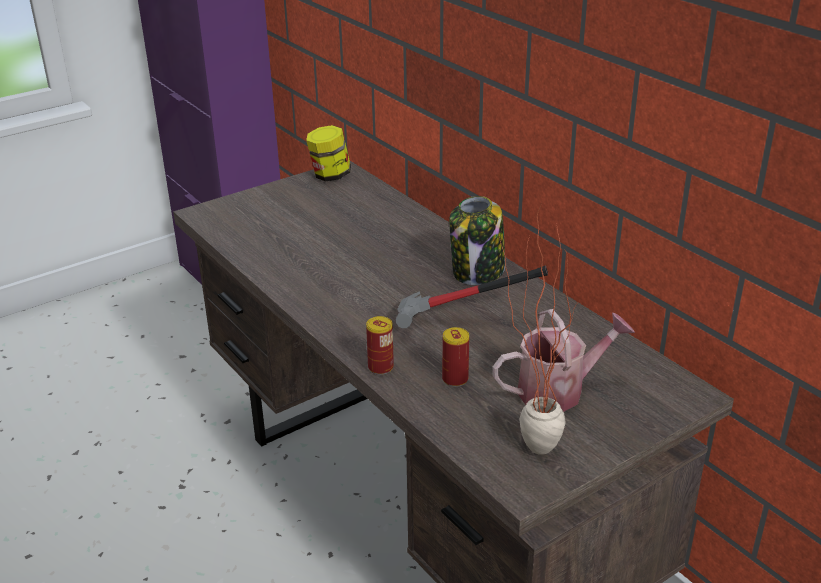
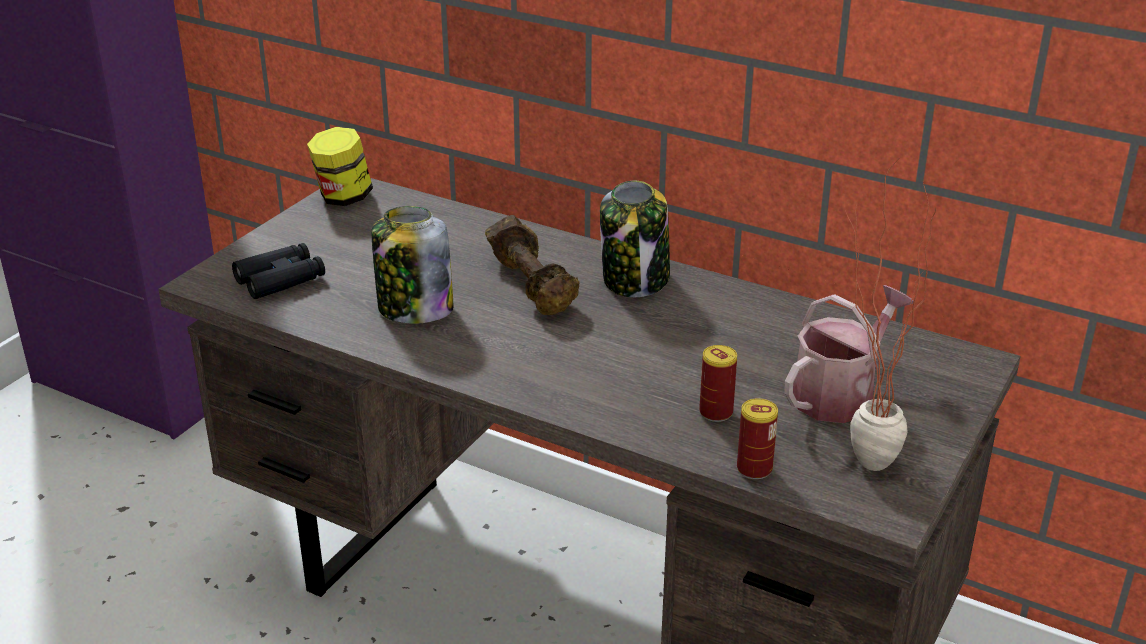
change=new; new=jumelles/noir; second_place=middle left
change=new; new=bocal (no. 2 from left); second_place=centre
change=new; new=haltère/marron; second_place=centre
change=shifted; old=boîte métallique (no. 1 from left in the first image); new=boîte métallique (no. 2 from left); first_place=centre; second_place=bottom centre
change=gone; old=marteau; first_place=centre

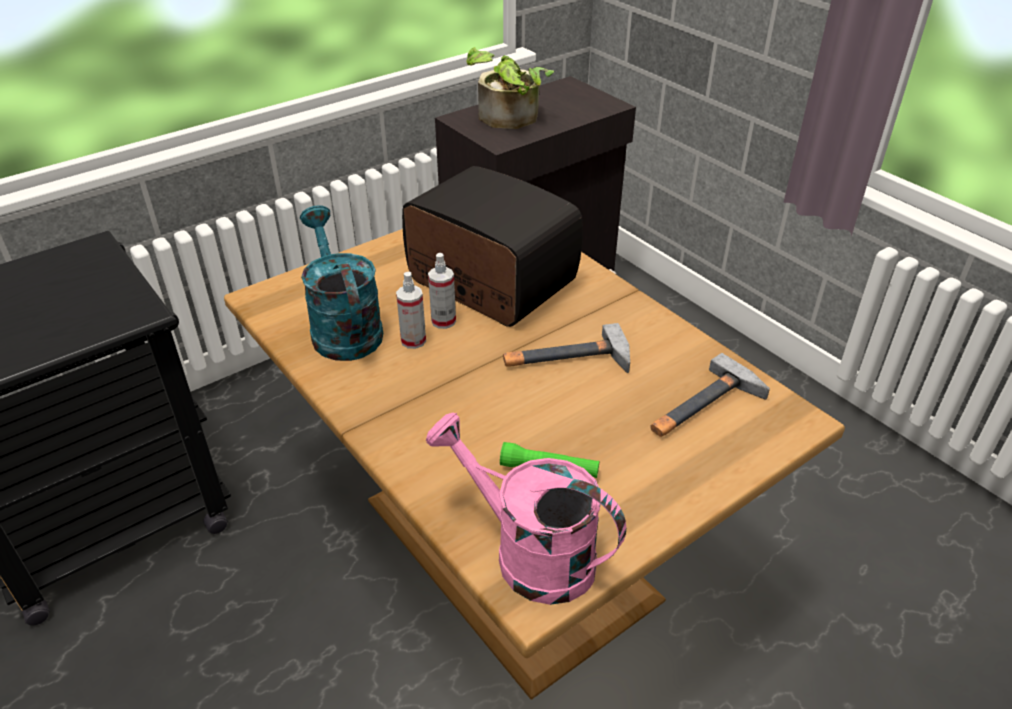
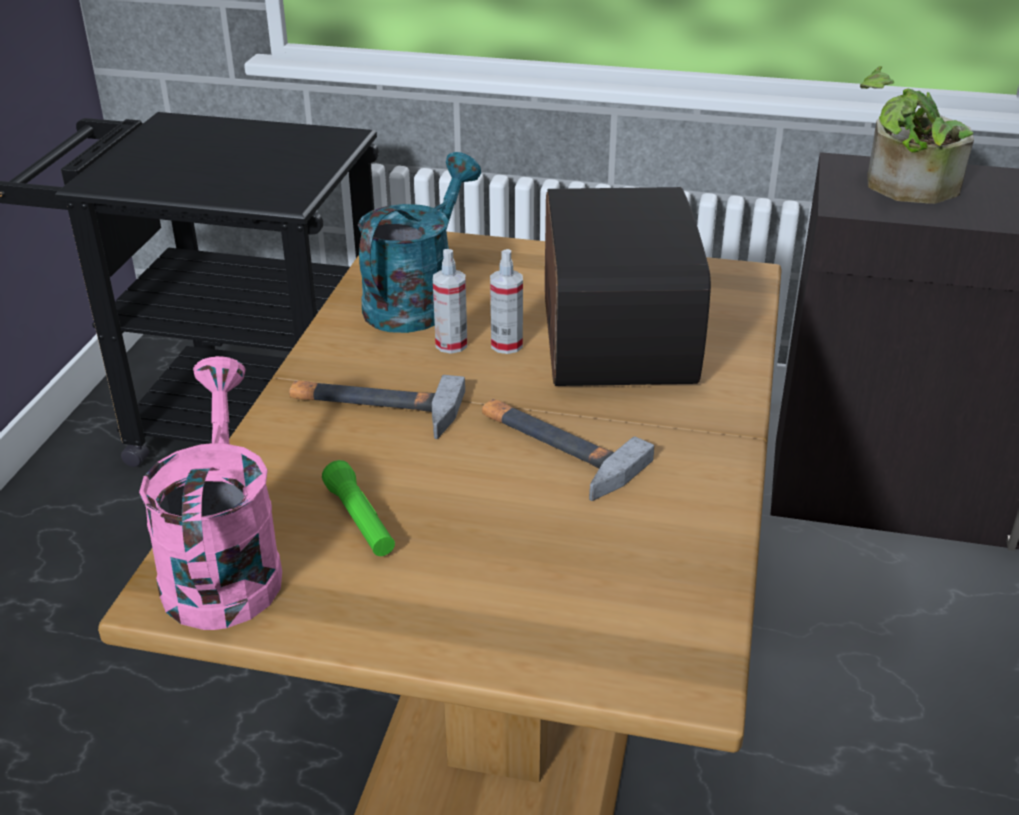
change=shifted; old=marteau (no. 2 from left in the first image); new=marteau (no. 1 from left); first_place=middle right; second_place=centre

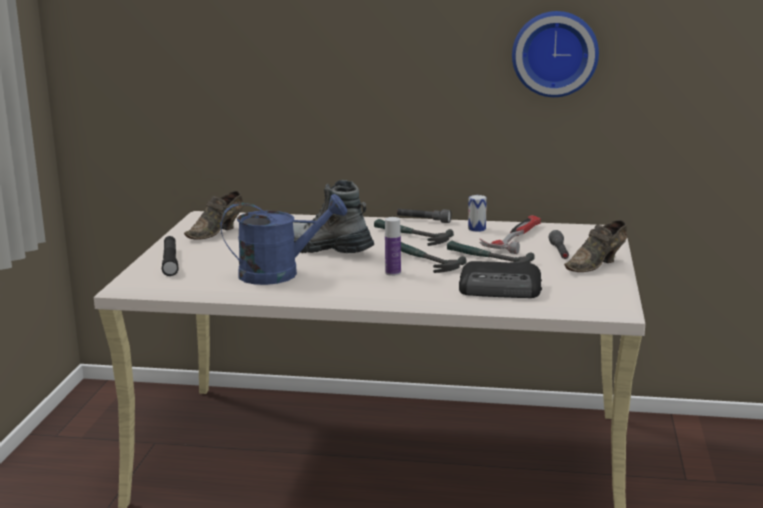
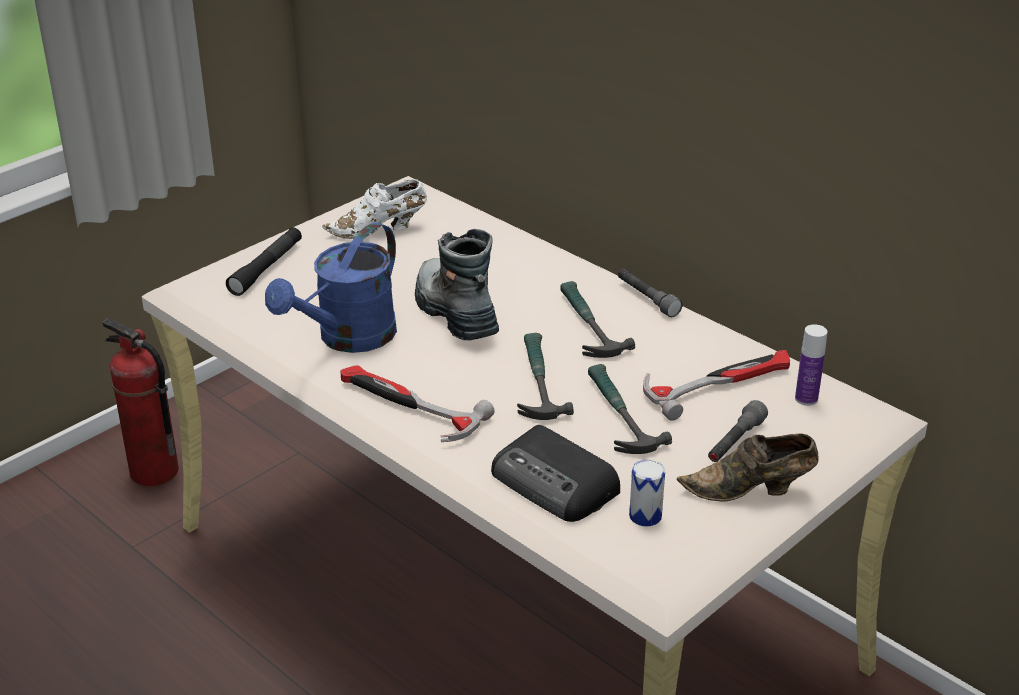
change=new; new=extincteur; second_place=middle left
change=rotated; old=arrosoir/bleu; first_place=centre; second_place=middle left; degrees=105
change=repainted; old=chaussure/marron (no. 1 from left); new=chaussure/blanc; first_place=middle left; second_place=top centre
change=new; new=marteau (no. 1 from left); second_place=centre
change=shifted; old=boîte métallique; first_place=centre; second_place=bottom centre
change=shifted; old=bouteille; first_place=centre; second_place=middle right
change=gone; old=horloge murale; first_place=top right

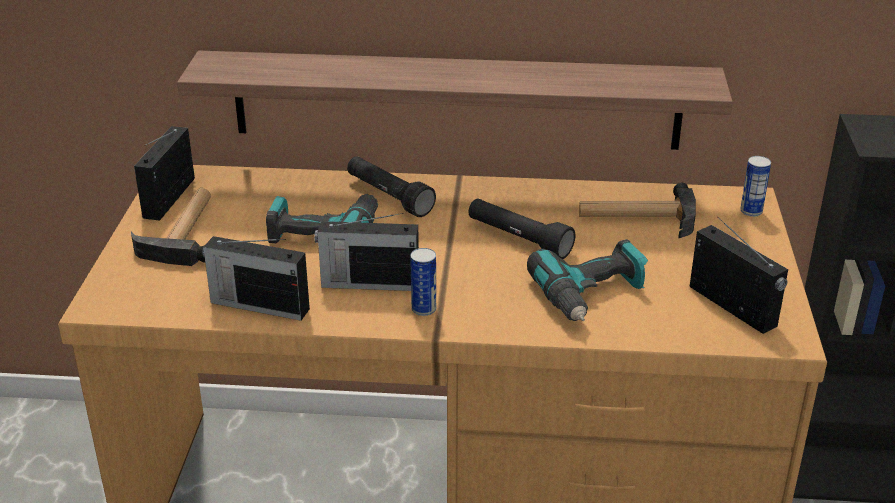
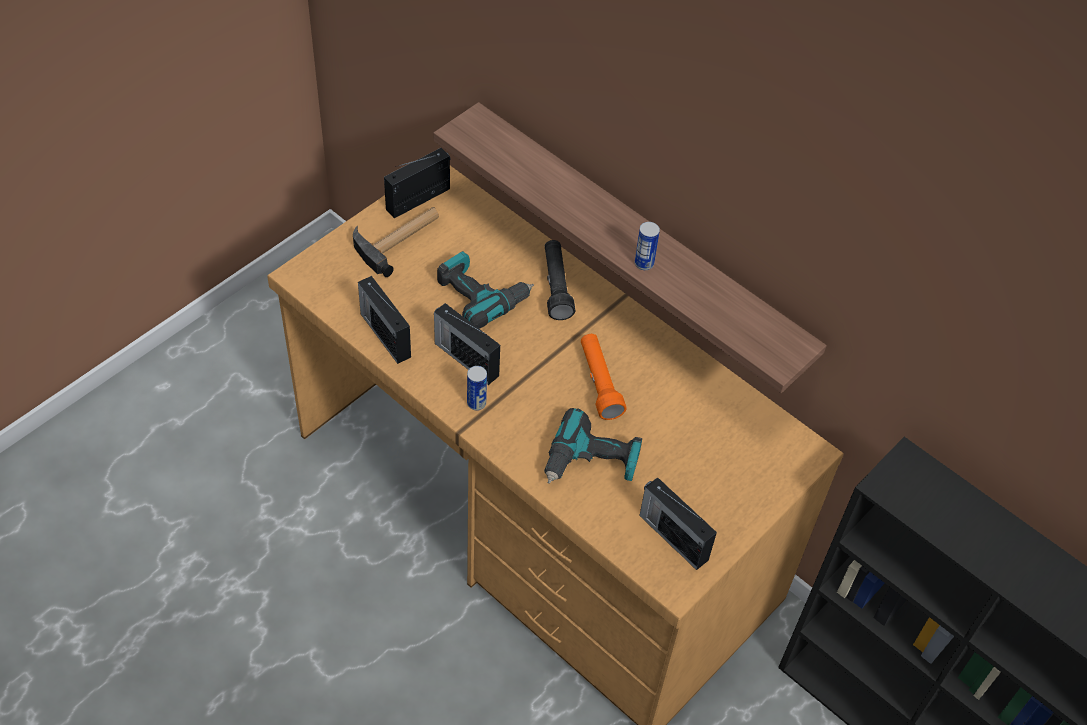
change=repainted; old=lampe de poche/noir (no. 2 from left); new=lampe de poche/orange; first_place=centre; second_place=centre
change=shifted; old=boîte métallique (no. 2 from left); first_place=middle right; second_place=centre
change=rotated; old=radio (no. 4 from left); first_place=middle right; second_place=bottom centre; degrees=135
change=gone; old=marteau (no. 2 from left); first_place=middle right

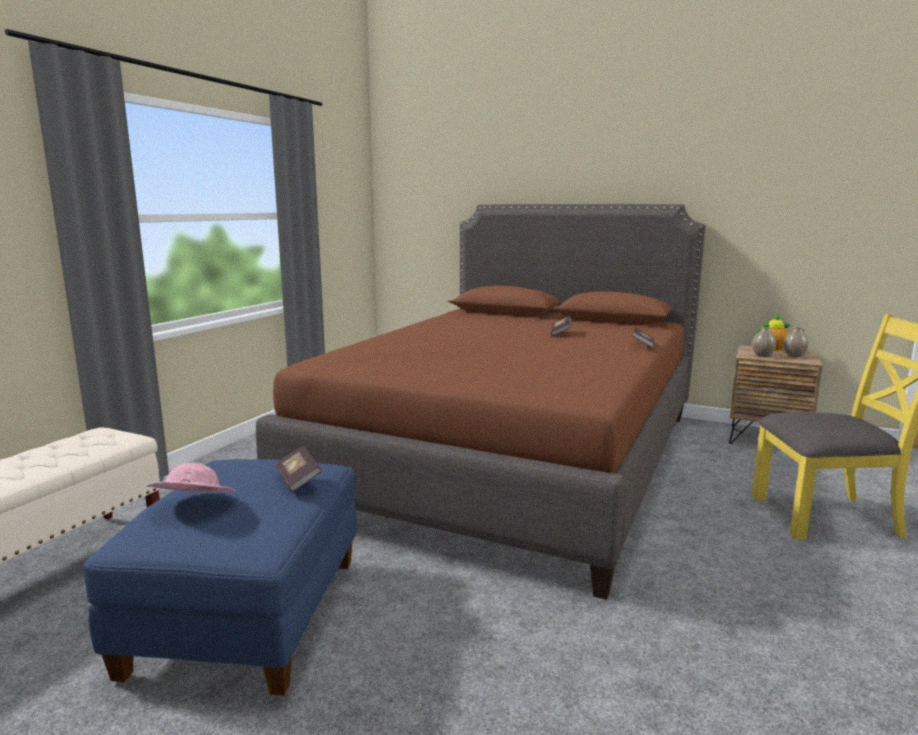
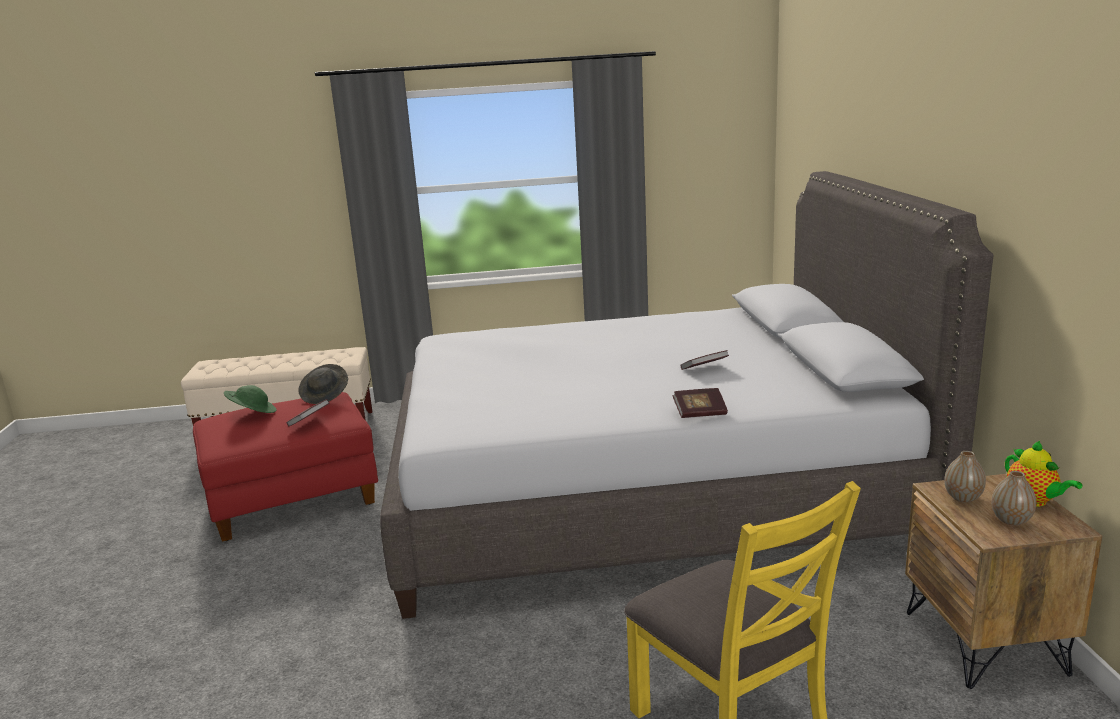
change=repainted; old=pouf/bleu; new=pouf/rouge; first_place=bottom left; second_place=middle left
change=repainted; old=chapeau/rose; new=chapeau/vert; first_place=middle left; second_place=middle left
change=new; new=chapeau/gris; second_place=middle left
change=repainted; old=lit/marron; new=lit/gris; first_place=centre; second_place=centre

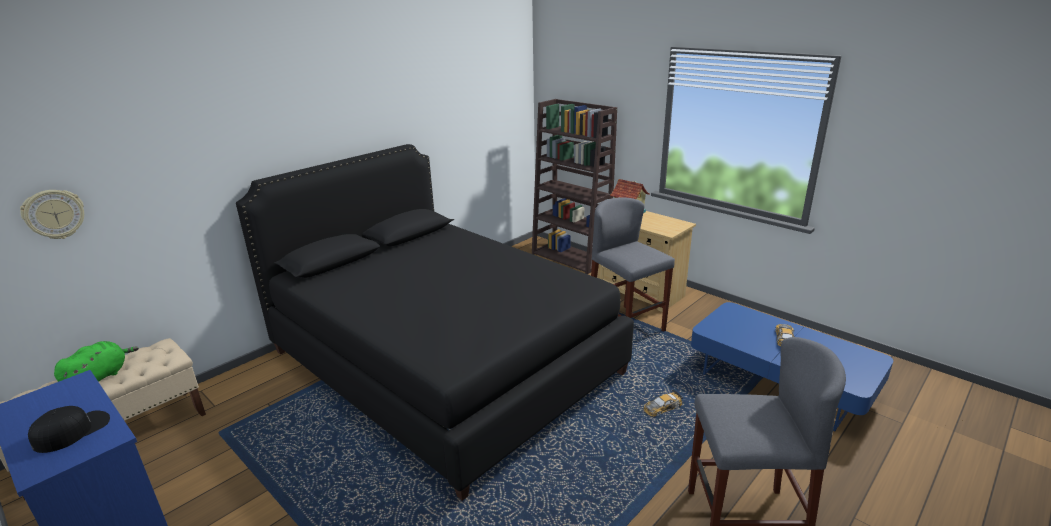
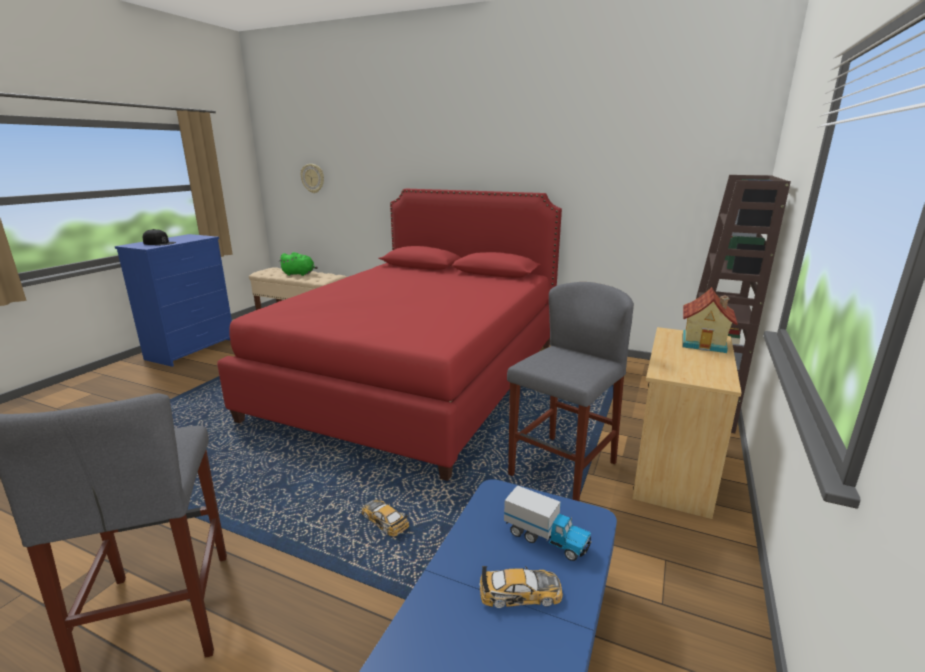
change=repainted; old=lit/noir; new=lit/rouge; first_place=centre; second_place=centre
change=new; new=camion jouet; second_place=bottom centre

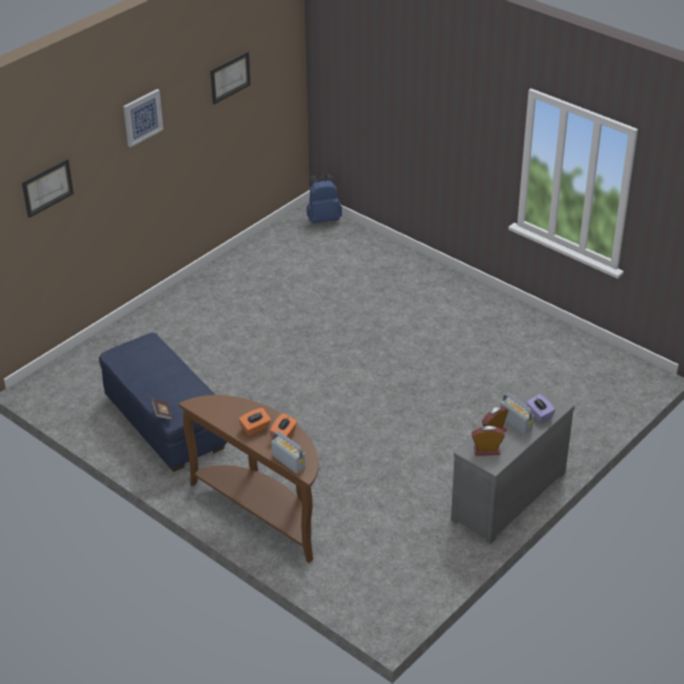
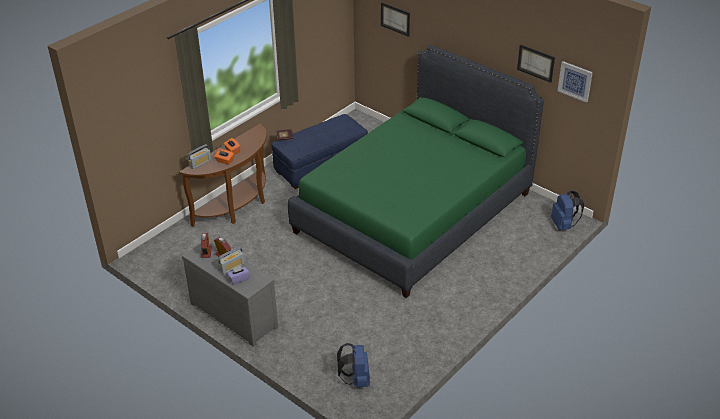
change=new; new=lit/vert; second_place=centre
change=new; new=sac à dos/bleu (no. 1 from left); second_place=bottom centre
change=shifted; old=tableau (no. 2 from left in the first image); new=tableau (no. 3 from left); first_place=top left; second_place=top right

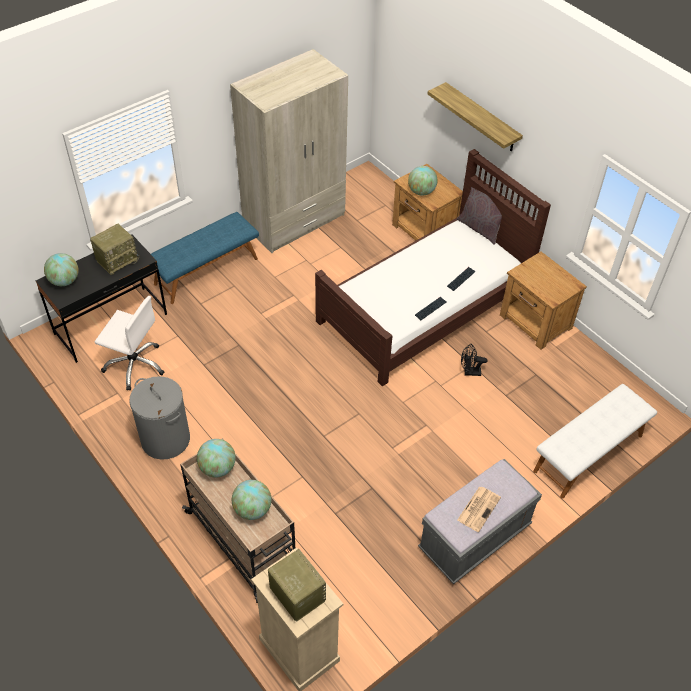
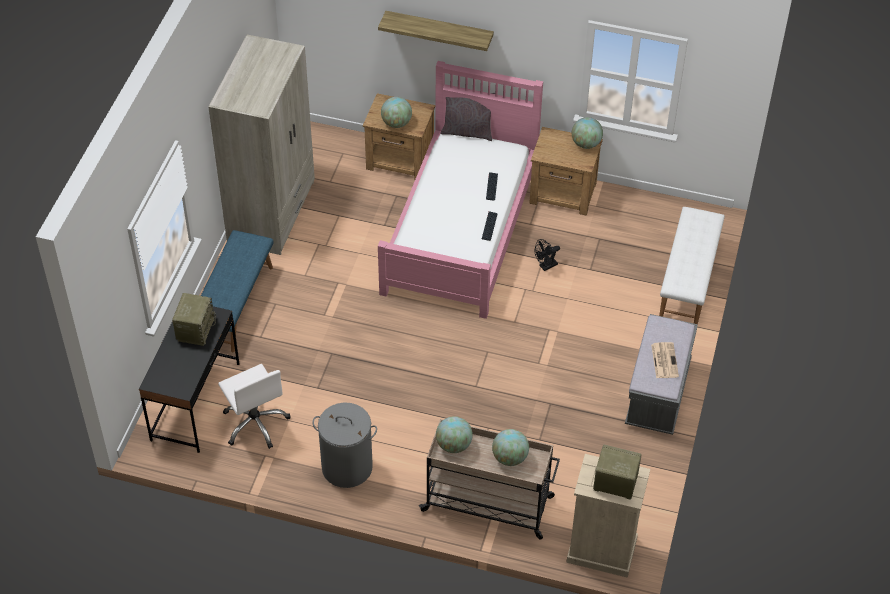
change=rotated; old=chaise de bureau/blanc; first_place=middle left; second_place=bottom left; degrees=75
change=repainted; old=lit/marron; new=lit/rose; first_place=centre; second_place=top centre
change=shifted; old=globe (no. 1 from left in the first image); new=globe (no. 4 from left); first_place=middle left; second_place=top centre

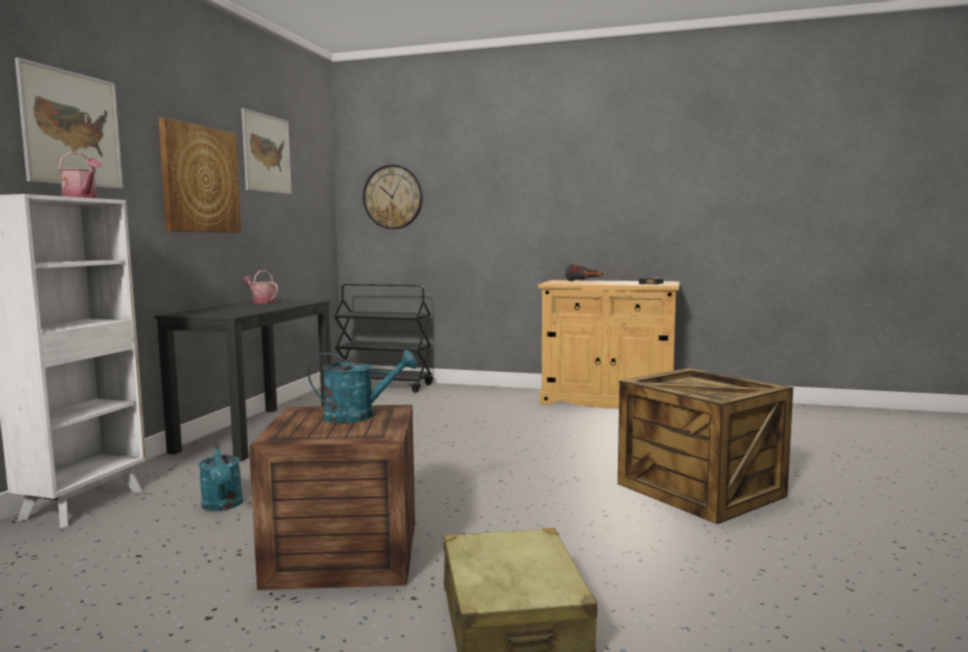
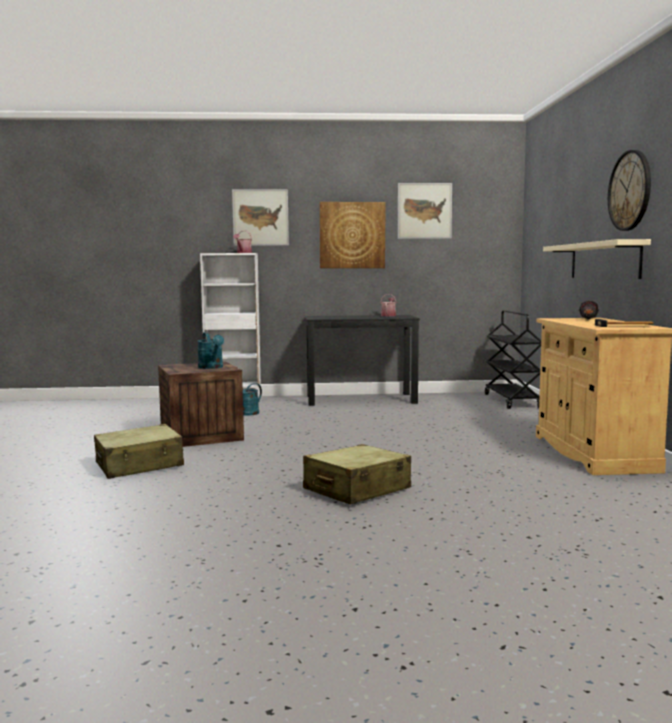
change=swapped; old=caisse (no. 2 from left); new=valise/beige (no. 2 from left); first_place=bottom right; second_place=centre
change=new; new=étagère/beige; second_place=middle right
change=shifted; old=horloge murale; first_place=top centre; second_place=top right

